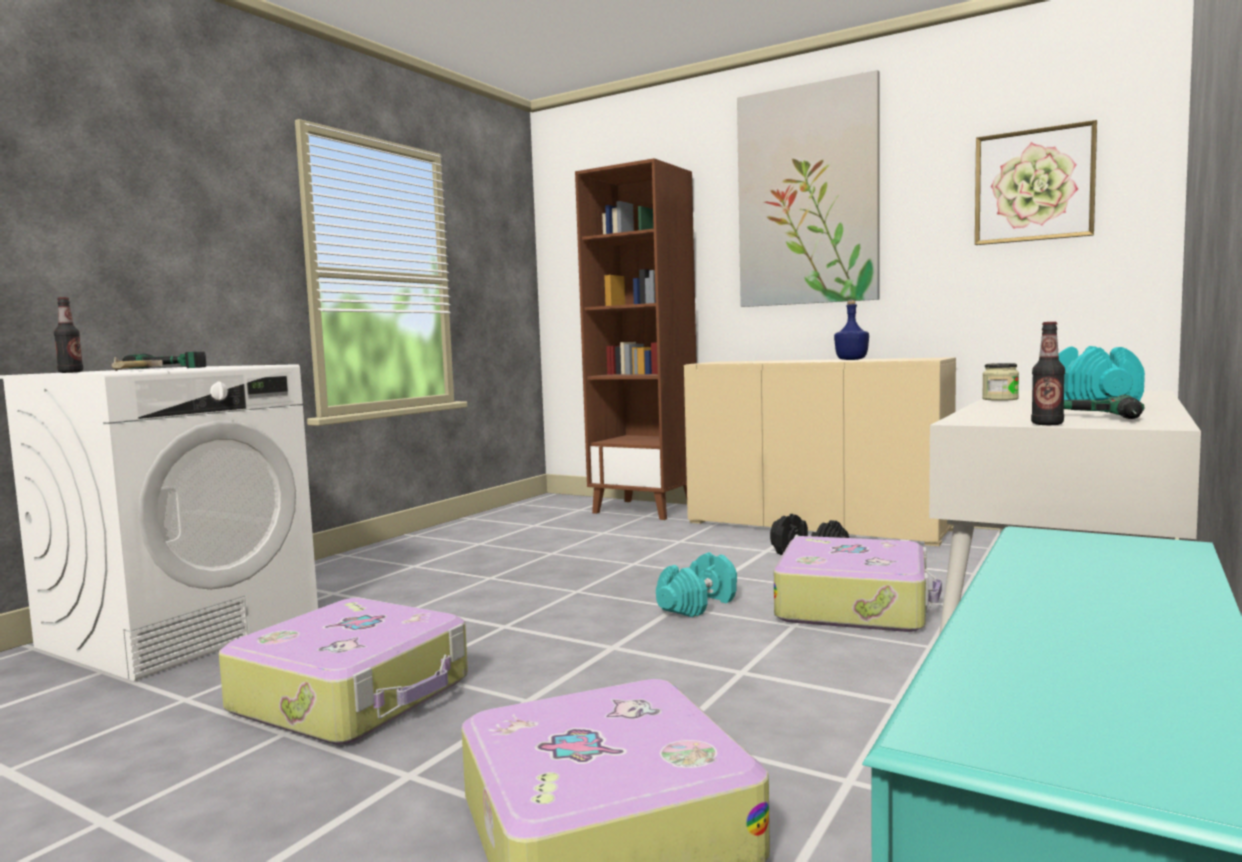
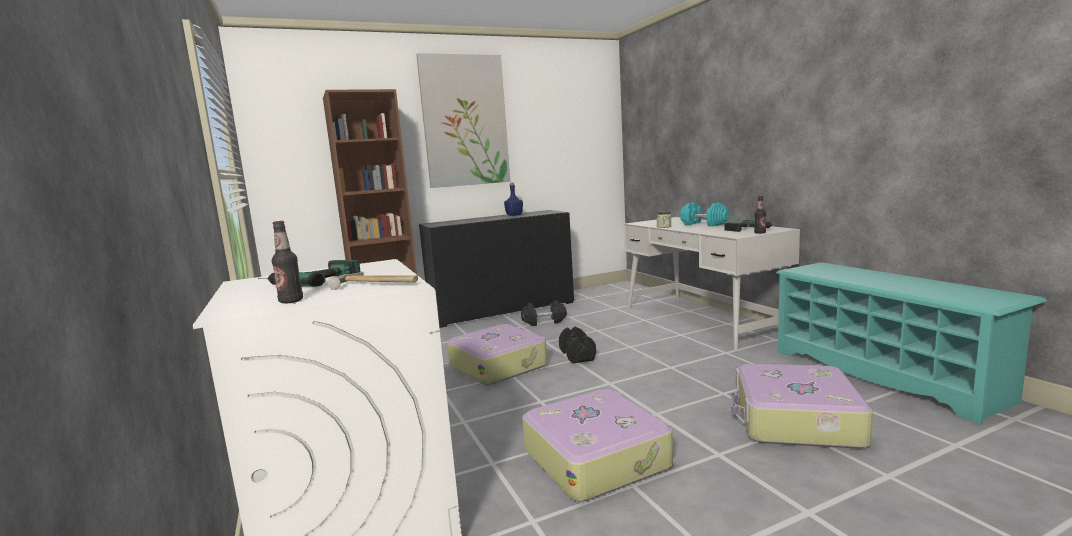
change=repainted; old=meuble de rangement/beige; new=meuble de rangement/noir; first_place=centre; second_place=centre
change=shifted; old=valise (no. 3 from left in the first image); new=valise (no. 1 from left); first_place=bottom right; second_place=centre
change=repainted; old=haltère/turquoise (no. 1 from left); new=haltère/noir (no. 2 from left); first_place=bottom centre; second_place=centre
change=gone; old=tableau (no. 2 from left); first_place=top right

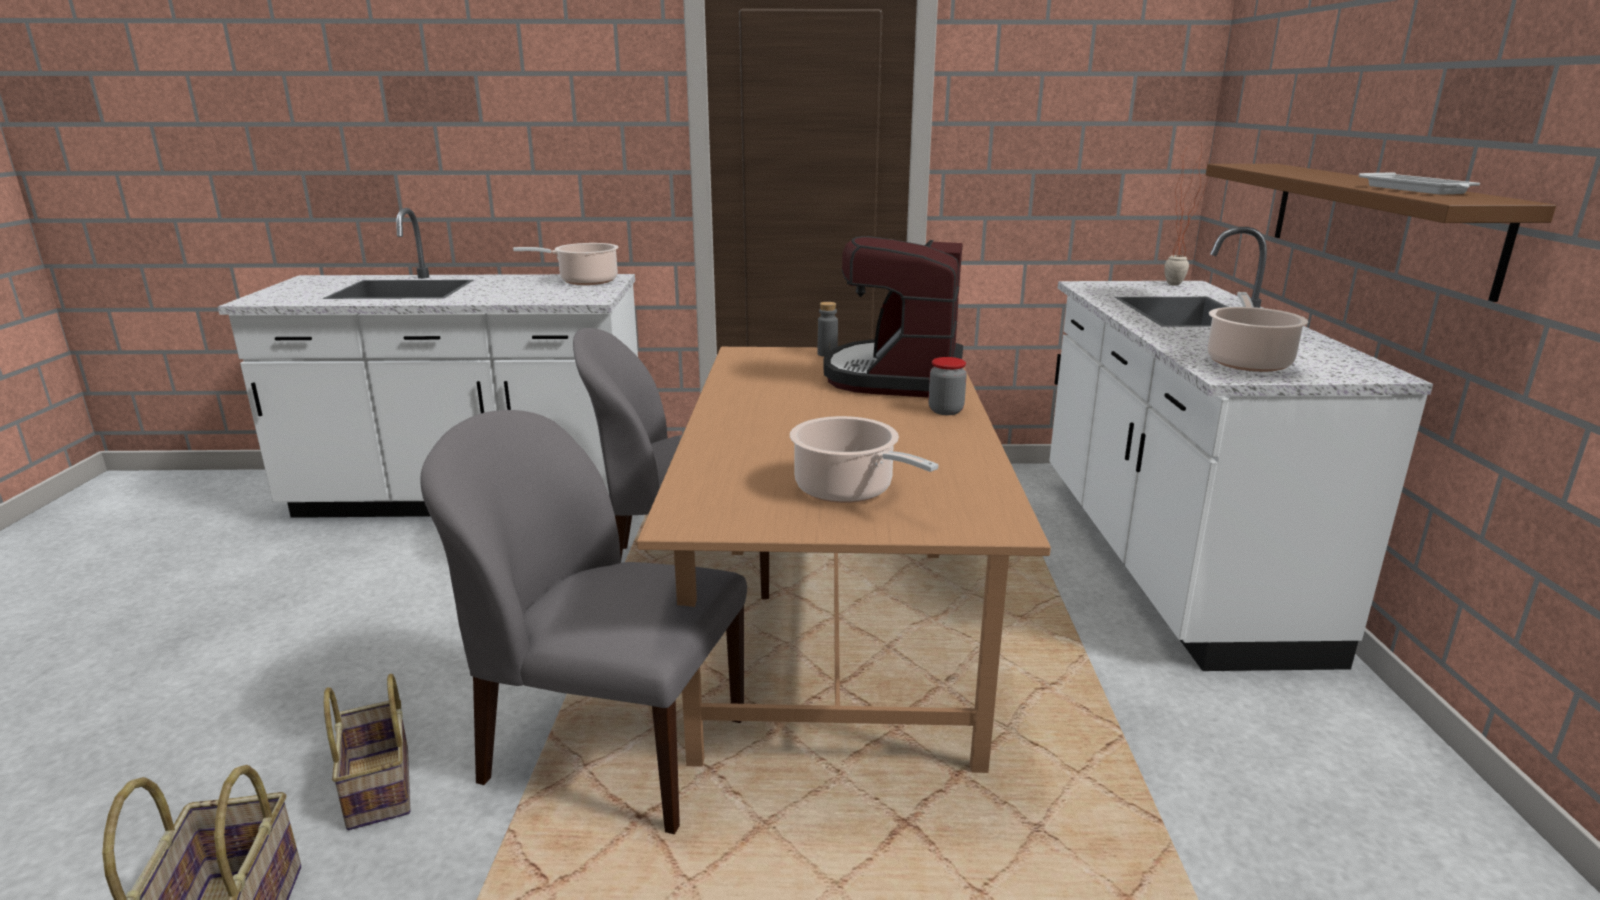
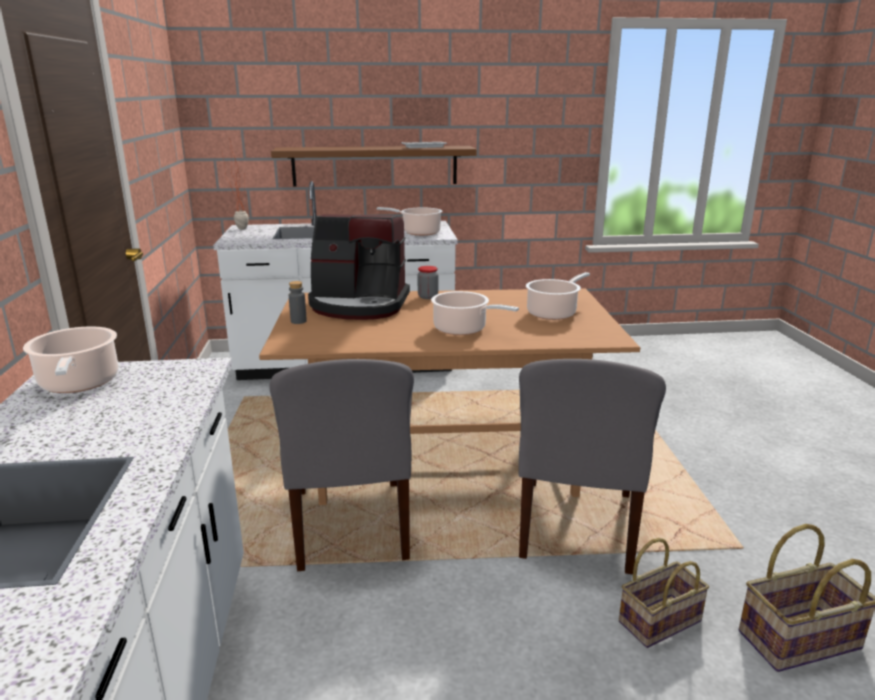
change=new; new=marmite (no. 3 from left); second_place=centre

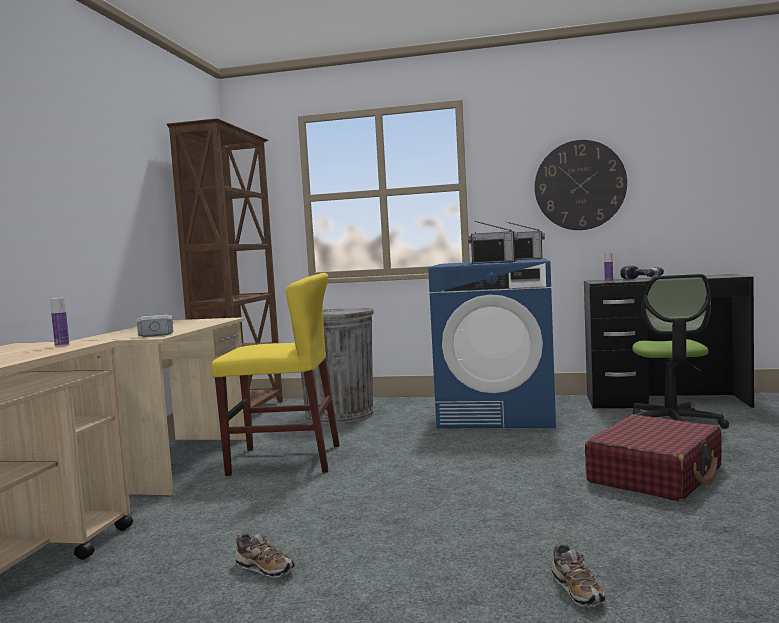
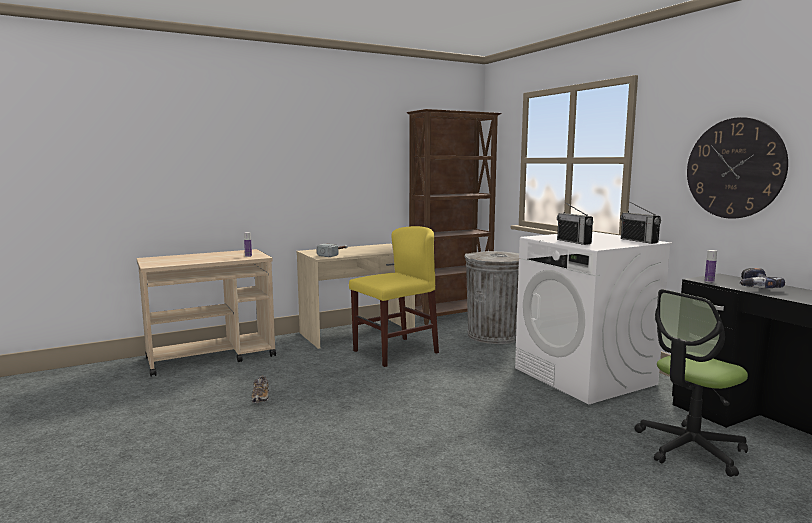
change=rotated; old=chaise/jaune; first_place=centre; second_place=centre; degrees=-90
change=repainted; old=lave-linge/bleu; new=lave-linge/blanc; first_place=centre; second_place=middle right
change=gone; old=chaussure (no. 2 from left); first_place=bottom right
change=gone; old=valise/rouge; first_place=bottom right

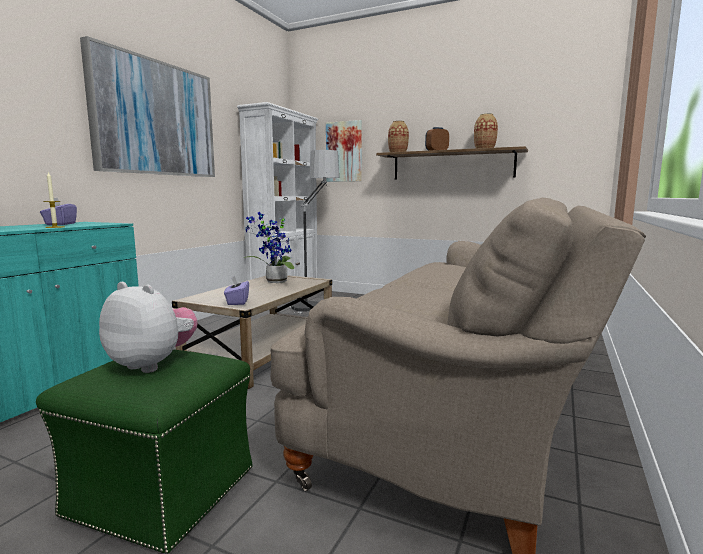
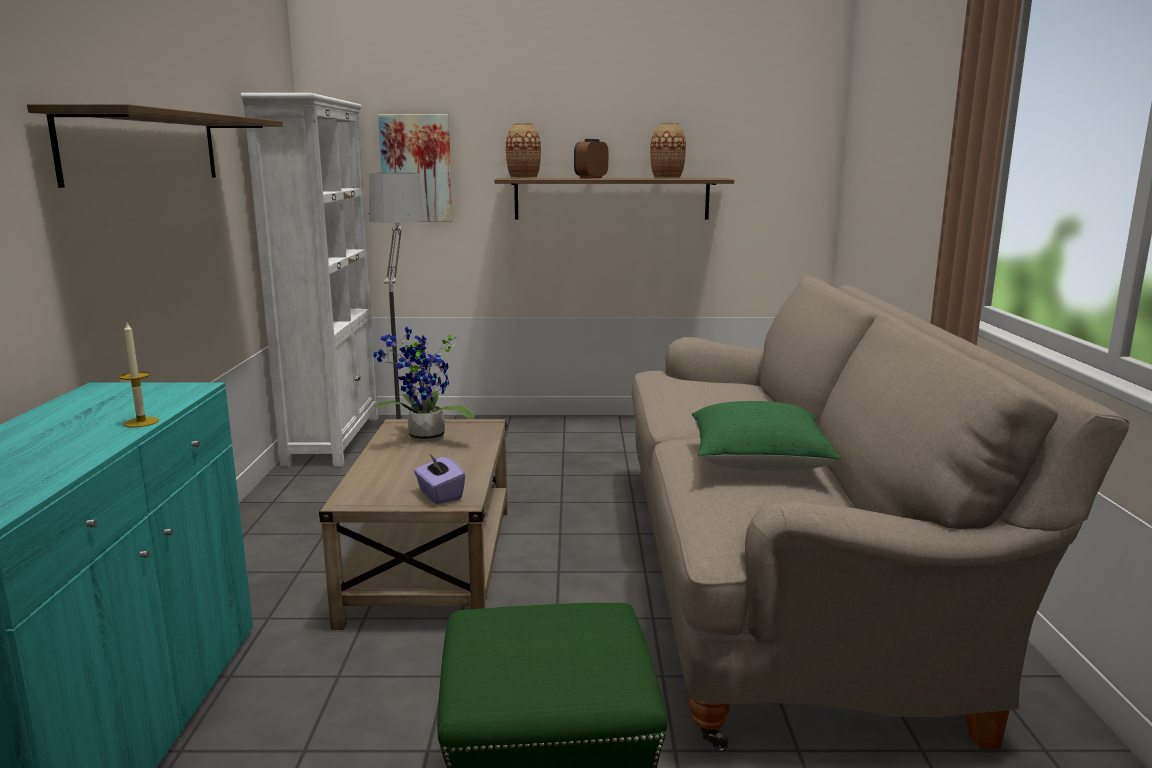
change=swapped; old=tableau (no. 1 from left); new=étagère (no. 1 from left); first_place=top left; second_place=top left
change=new; new=coussin/vert; second_place=centre
change=gone; old=boîte à mouchoirs/violet (no. 1 from left); first_place=middle left
change=gone; old=peluche; first_place=middle left

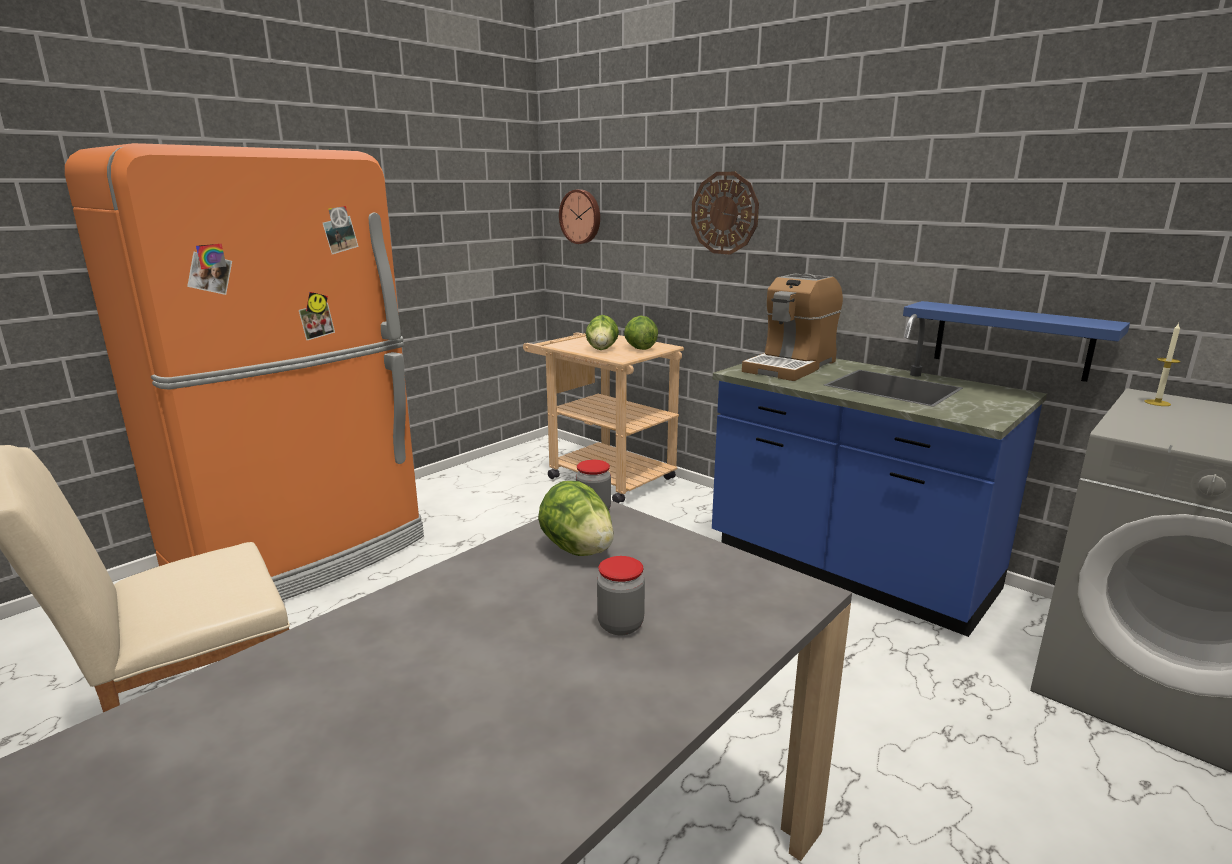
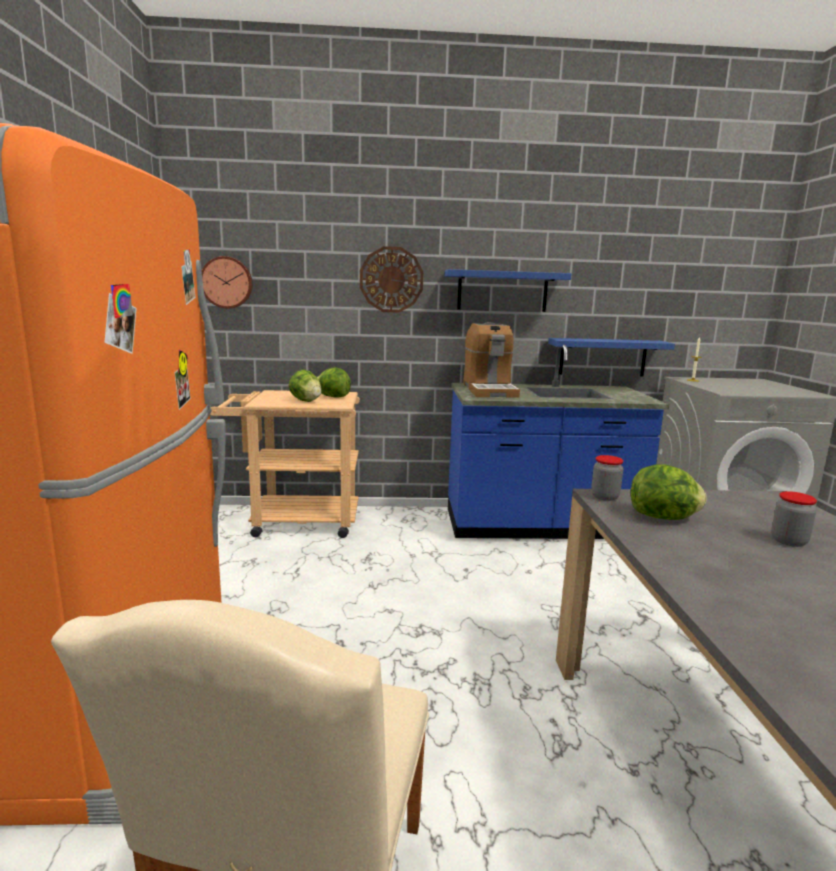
change=new; new=étagère/bleu (no. 1 from left); second_place=top centre

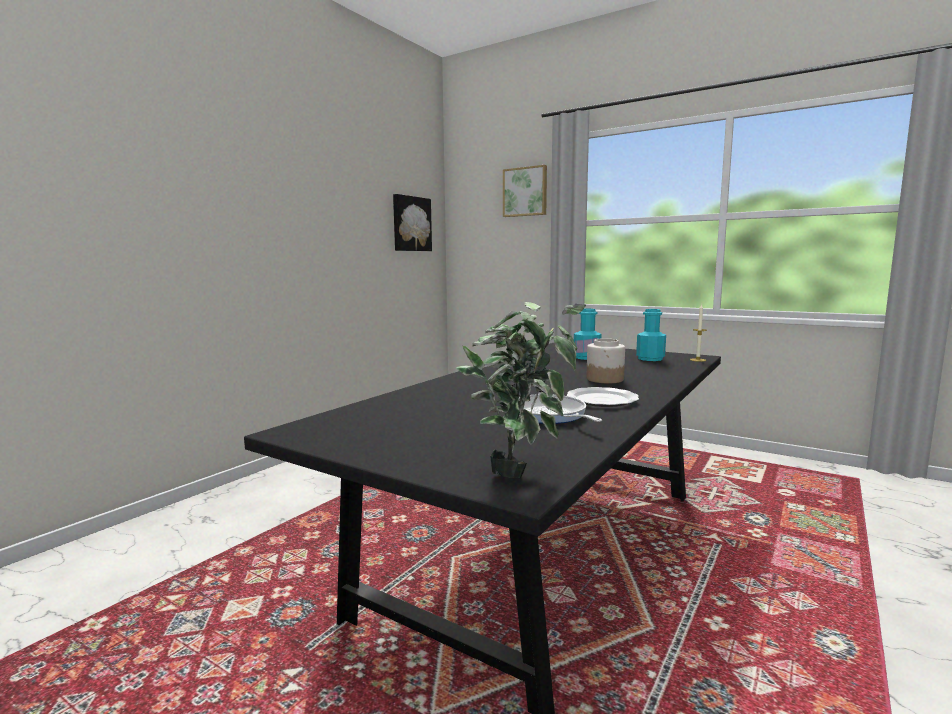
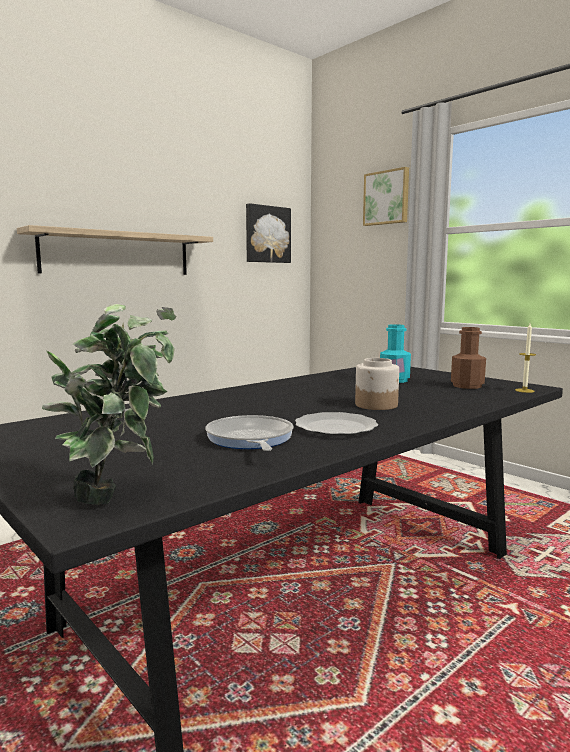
change=new; new=étagère; second_place=top left
change=repainted; old=bouteille/turquoise (no. 2 from left); new=bouteille/marron; first_place=middle right; second_place=middle right

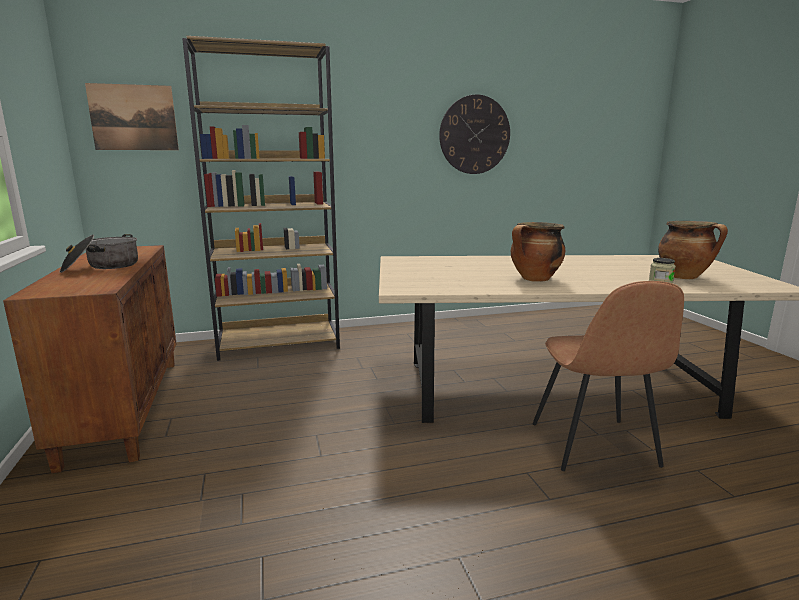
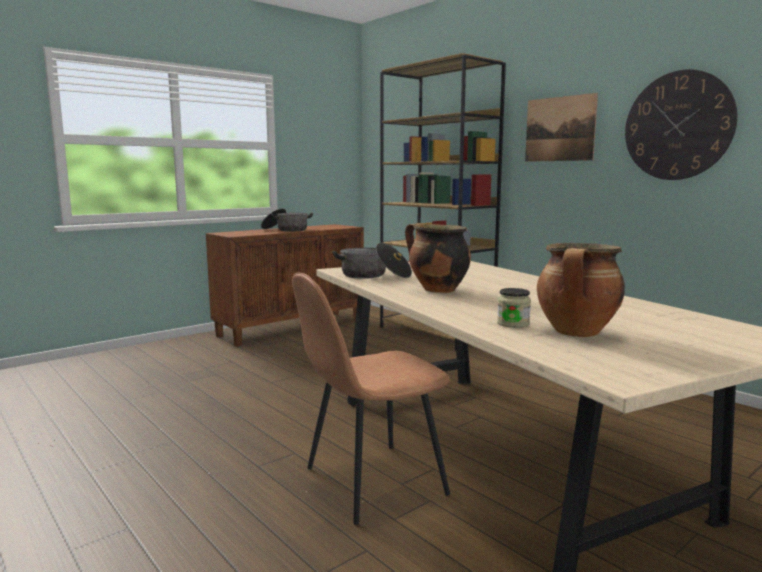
change=new; new=marmite (no. 2 from left); second_place=centre
change=shifted; old=tableau; first_place=top left; second_place=top right

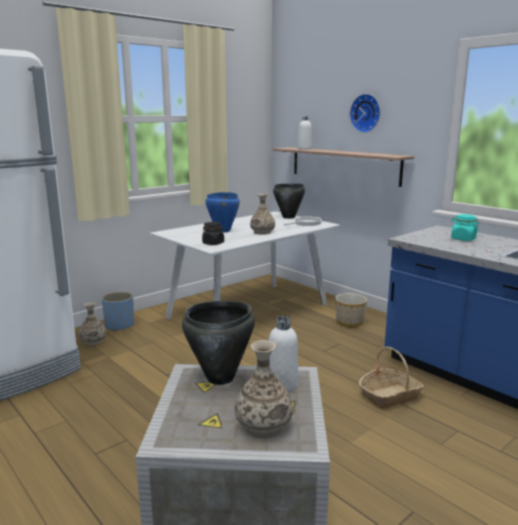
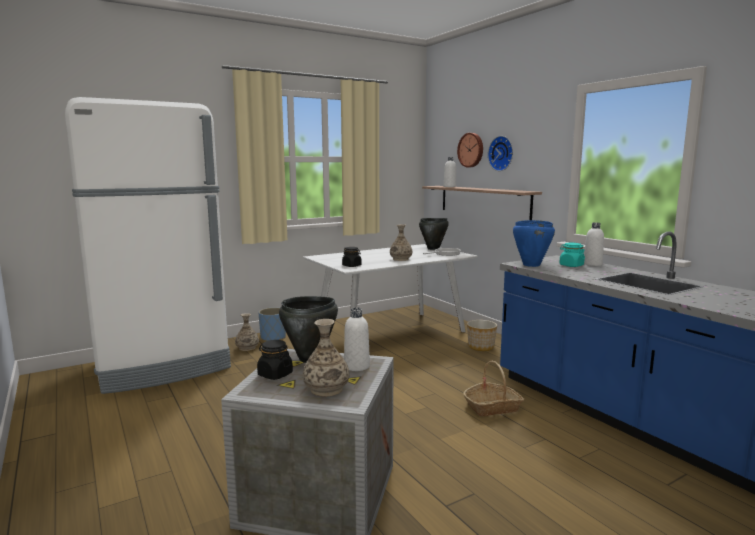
change=new; new=bocal/noir (no. 1 from left); second_place=bottom centre
change=new; new=horloge murale (no. 1 from left); second_place=top centre
change=shifted; old=marmite/bleu; first_place=centre; second_place=middle right
change=new; new=bouteille/blanc (no. 3 from left); second_place=middle right

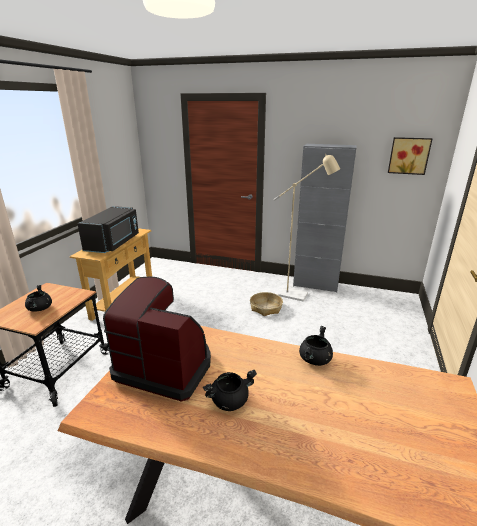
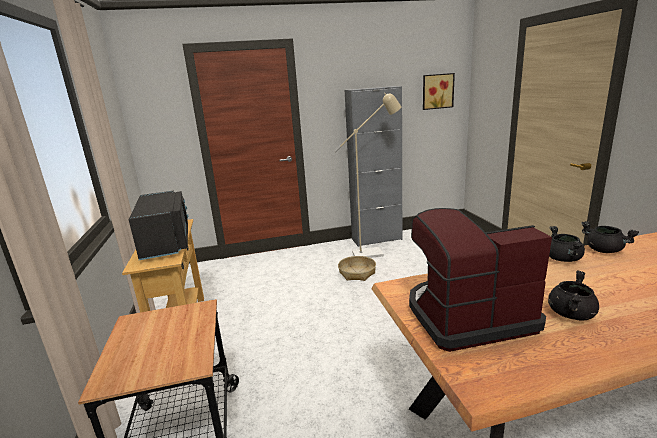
change=shifted; old=marmite/noir (no. 1 from left in the first image); new=marmite/noir (no. 3 from left); first_place=middle left; second_place=middle right

